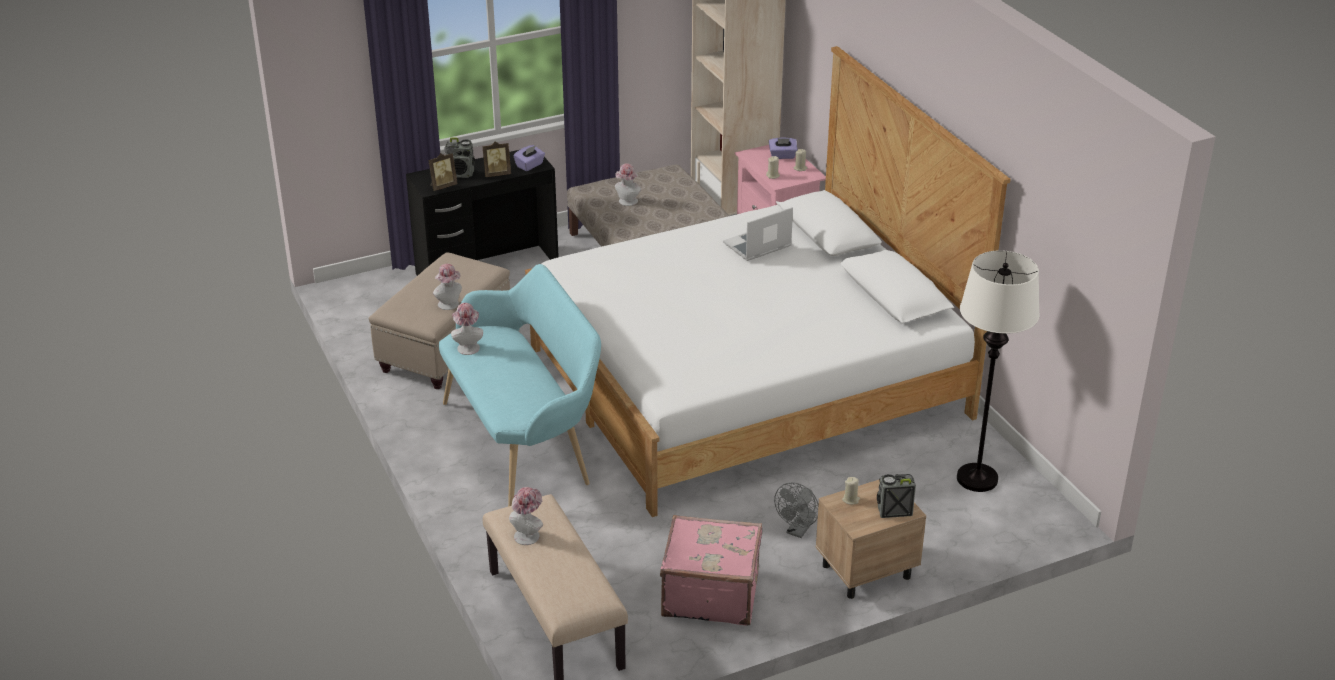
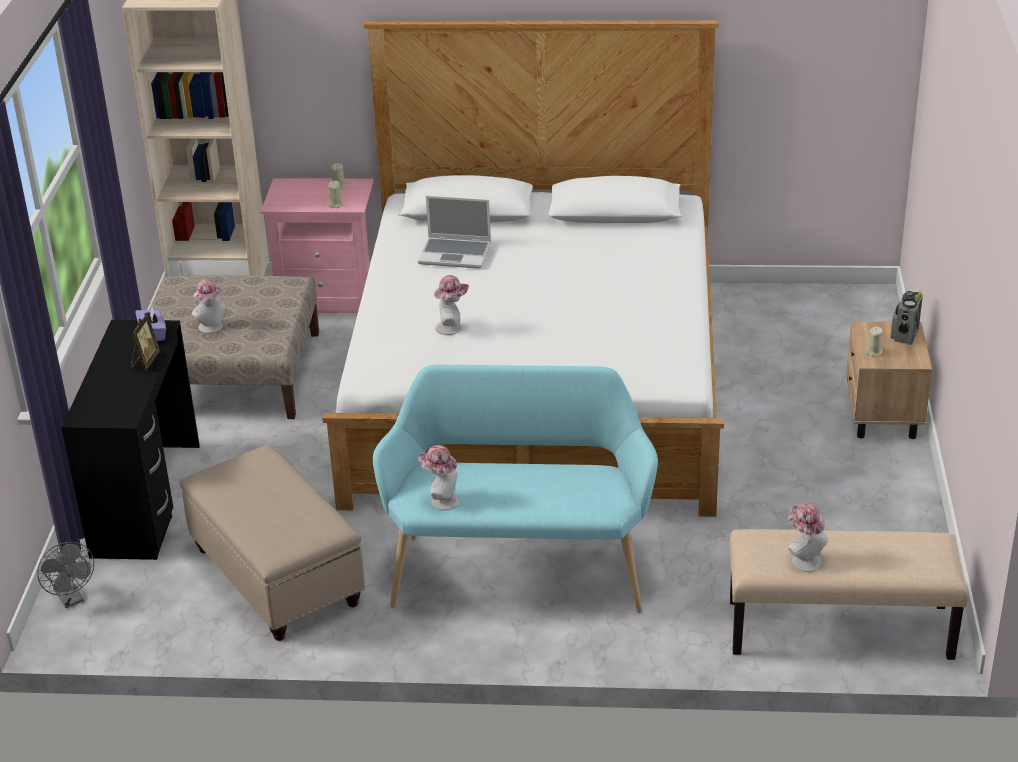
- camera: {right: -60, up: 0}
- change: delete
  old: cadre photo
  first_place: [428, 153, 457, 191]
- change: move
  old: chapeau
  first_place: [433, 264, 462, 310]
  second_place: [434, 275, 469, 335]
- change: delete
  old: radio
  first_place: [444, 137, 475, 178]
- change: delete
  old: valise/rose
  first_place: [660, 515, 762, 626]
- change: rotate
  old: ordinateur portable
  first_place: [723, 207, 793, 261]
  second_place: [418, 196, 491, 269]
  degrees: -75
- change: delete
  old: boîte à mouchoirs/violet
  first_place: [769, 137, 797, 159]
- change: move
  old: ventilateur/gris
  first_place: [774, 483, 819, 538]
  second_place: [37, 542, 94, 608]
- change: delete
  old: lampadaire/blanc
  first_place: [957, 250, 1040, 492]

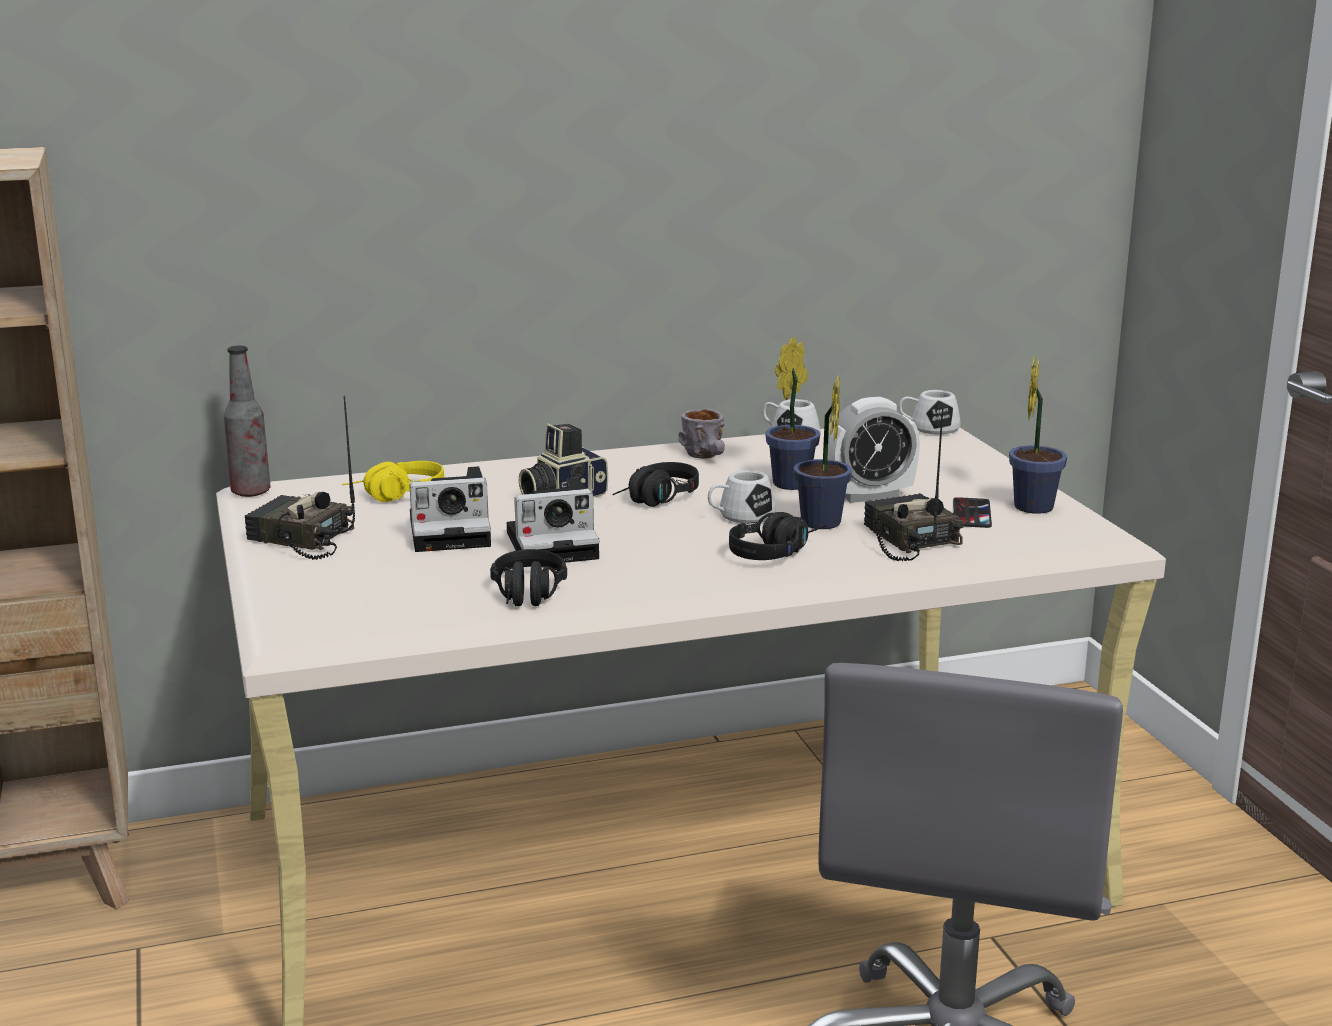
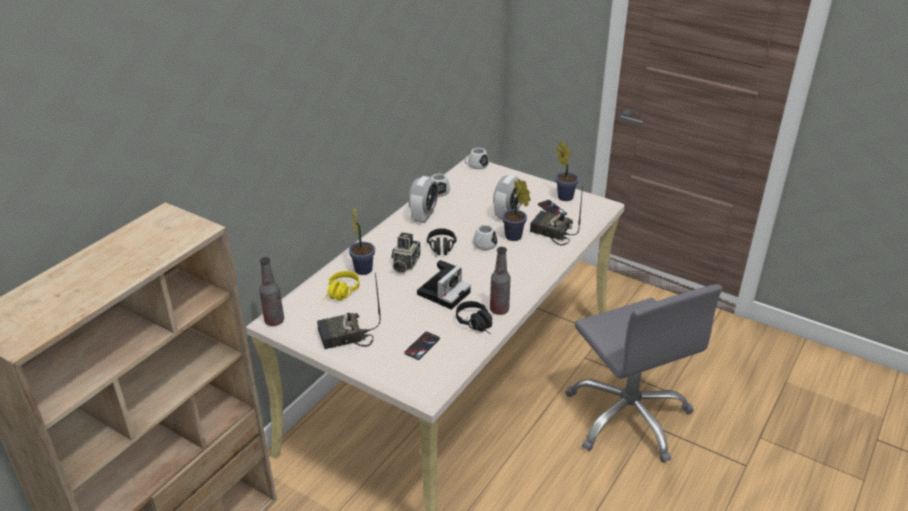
- camera: {right: -40, up: 15}
- change: delete
  old: appareil photo
  first_place: [409, 466, 491, 552]
- change: replace
  old: mug/gris
  new: réveil
  first_place: [679, 409, 725, 458]
  second_place: [409, 176, 438, 223]
- change: delete
  old: casque audio/noir
  first_place: [729, 512, 827, 560]
- change: move
  old: plante en pot
  first_place: [765, 336, 820, 490]
  second_place: [349, 207, 375, 275]
- change: insert
  new: téléphone
  second_place: [404, 332, 440, 360]
- change: insert
  new: bouteille
  second_place: [490, 247, 511, 315]

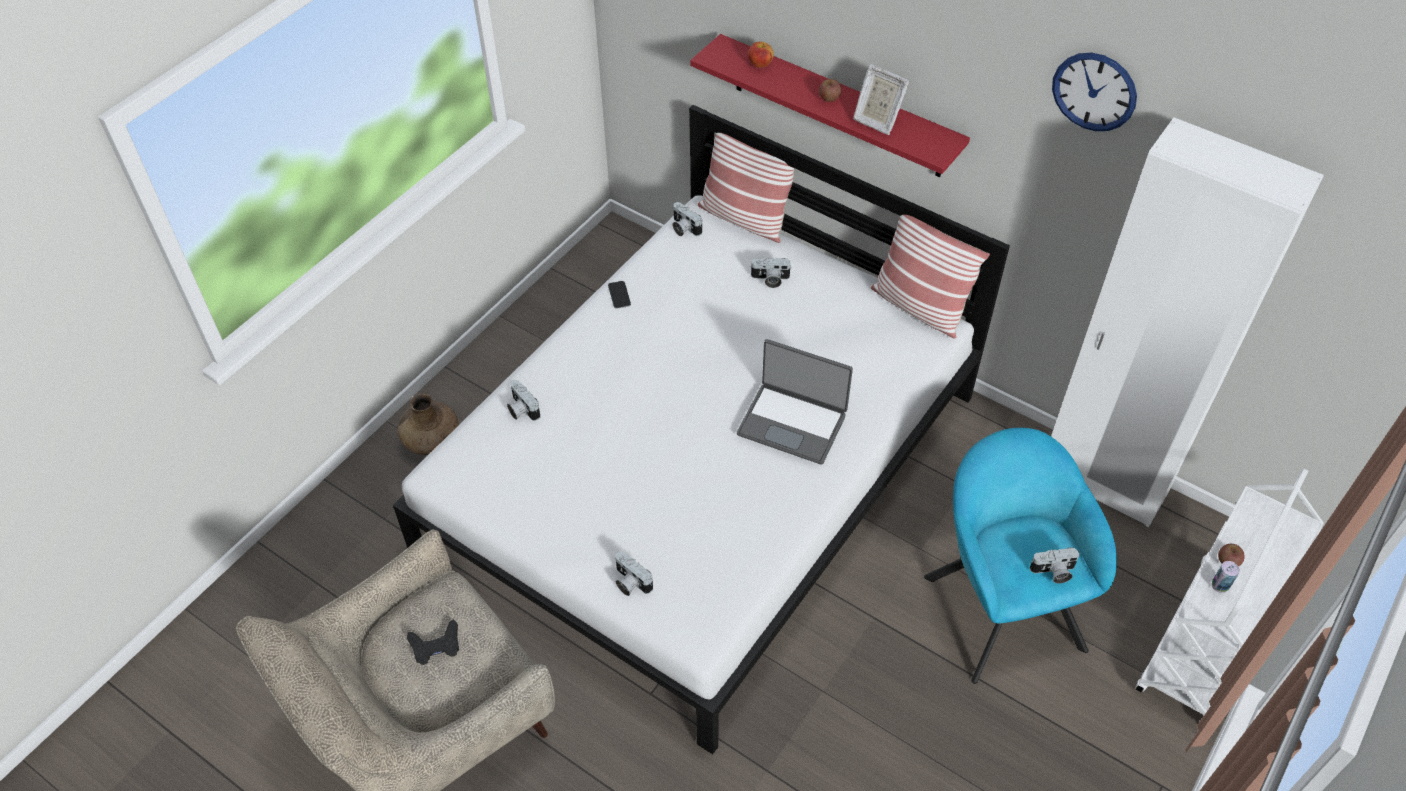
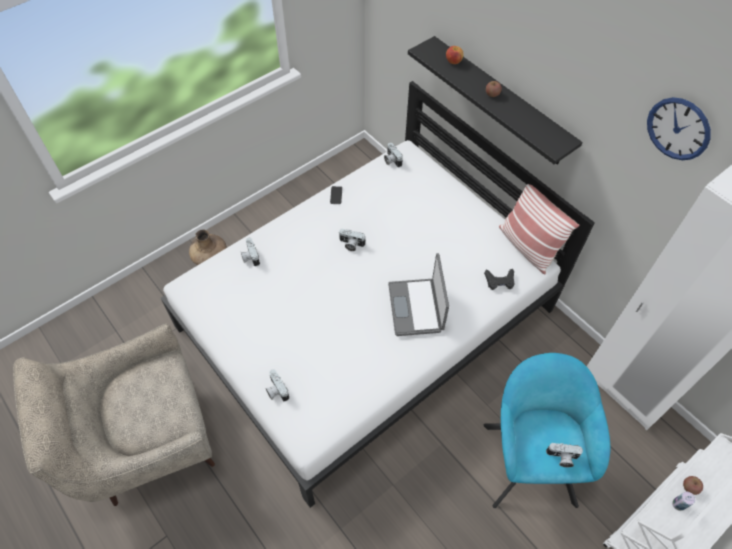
- camera: {right: 15, up: 5}
- change: move
  old: manette/noir
  first_place: [407, 619, 459, 665]
  second_place: [484, 269, 515, 290]
- change: recolor
  old: étagère/rouge
  new: étagère/noir
  first_place: [690, 34, 970, 177]
  second_place: [408, 36, 583, 165]
- change: delete
  old: coussin
  first_place: [698, 133, 795, 243]
- change: rotate
  old: ordinateur portable
  first_place: [737, 339, 853, 464]
  second_place: [388, 253, 449, 336]
  degrees: 45
- change: move
  old: appareil photo
  first_place: [750, 258, 792, 288]
  second_place: [339, 229, 365, 251]
- change: delete
  old: cadre photo
  first_place: [853, 64, 910, 135]

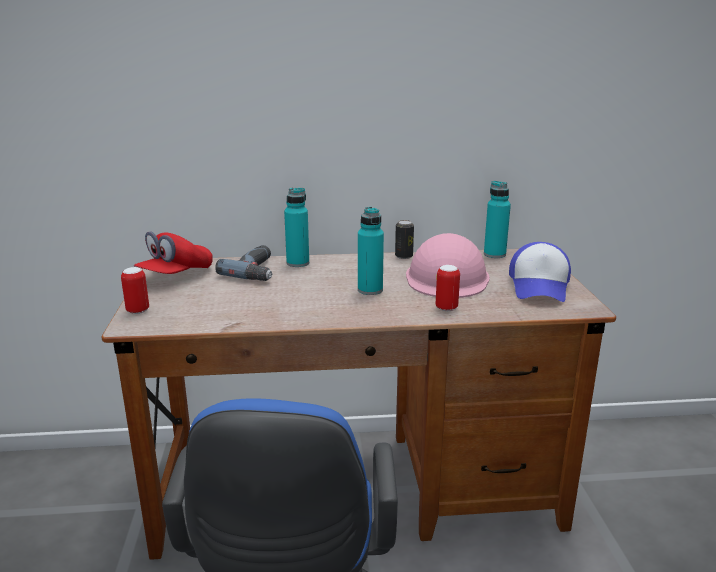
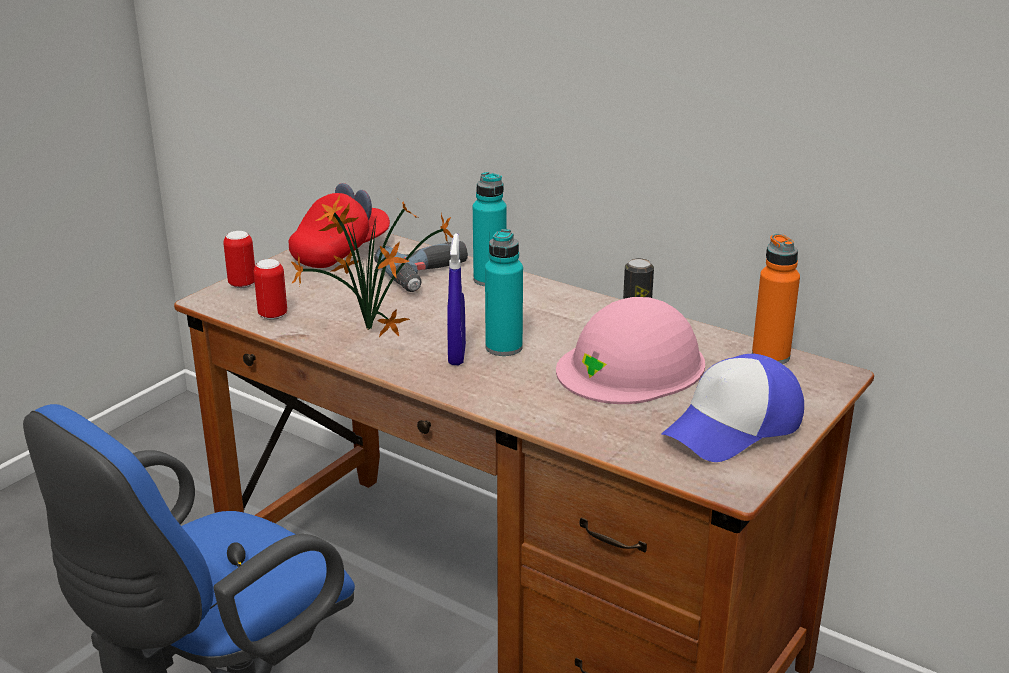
- camera: {right: 40, up: 5}
- change: rotate
  old: casquette/rouge
  first_place: [134, 231, 213, 274]
  second_place: [289, 183, 390, 268]
  degrees: 150
- change: move
  old: boîte métallique
  first_place: [436, 265, 460, 311]
  second_place: [254, 259, 287, 320]
- change: recolor
  old: bouteille/turquoise
  new: bouteille/orange
  first_place: [484, 181, 511, 258]
  second_place: [752, 234, 800, 364]
- change: insert
  new: plante en pot
  second_place: [291, 194, 453, 337]
- change: insert
  new: vaporisateur/bleu
  second_place: [447, 234, 466, 365]

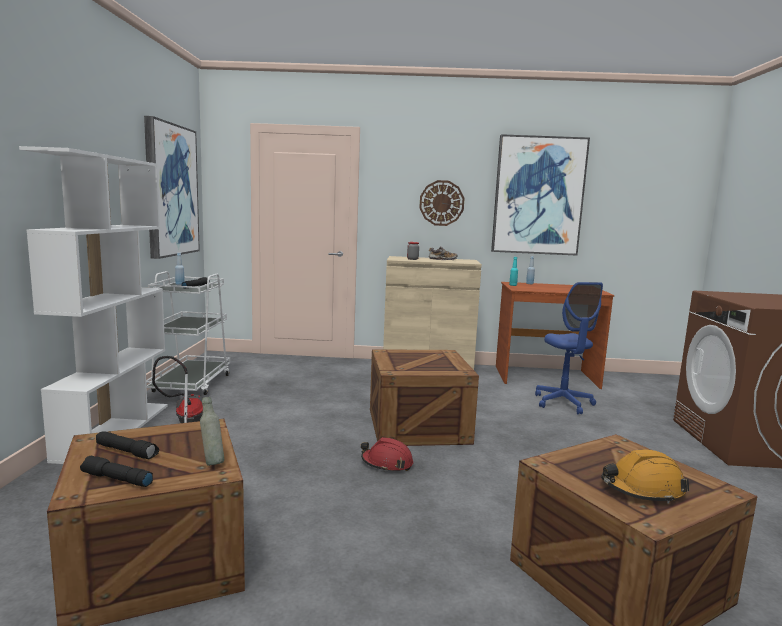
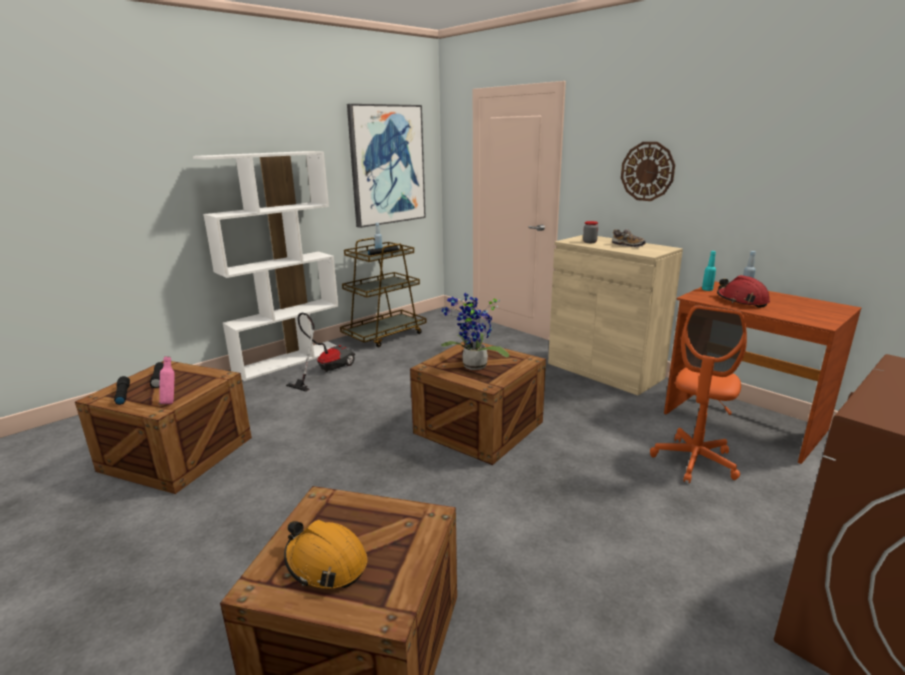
- camera: {right: 45, up: 10}
- change: recolor
  old: chariot/blanc
  new: chariot/marron
  first_place: [146, 271, 230, 395]
  second_place: [340, 238, 426, 347]
- change: recolor
  old: bouteille/gris
  new: bouteille/rose
  first_place: [200, 397, 224, 466]
  second_place: [159, 356, 174, 404]
- change: move
  old: casque de chantier/rouge
  first_place: [361, 437, 413, 472]
  second_place: [717, 275, 770, 308]
- change: delete
  old: tableau
  first_place: [491, 134, 590, 256]
- change: recolor
  old: chaise de bureau/bleu
  new: chaise de bureau/orange
  first_place: [535, 282, 603, 414]
  second_place: [650, 305, 747, 483]
- change: insert
  new: plante en pot
  second_place: [441, 292, 509, 370]

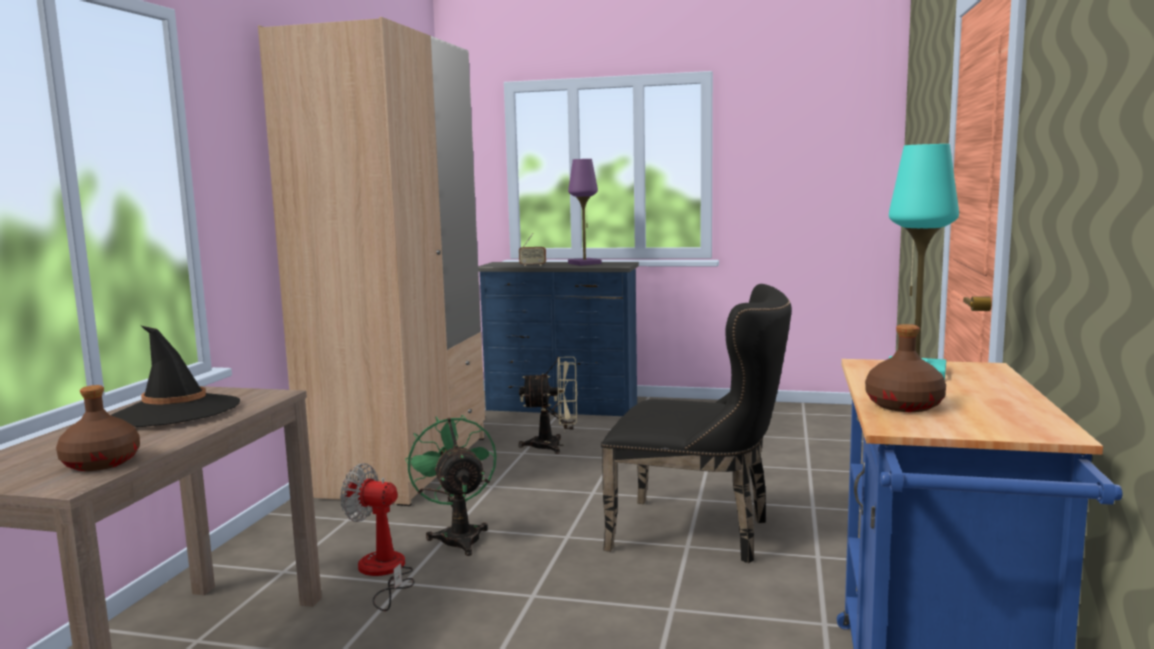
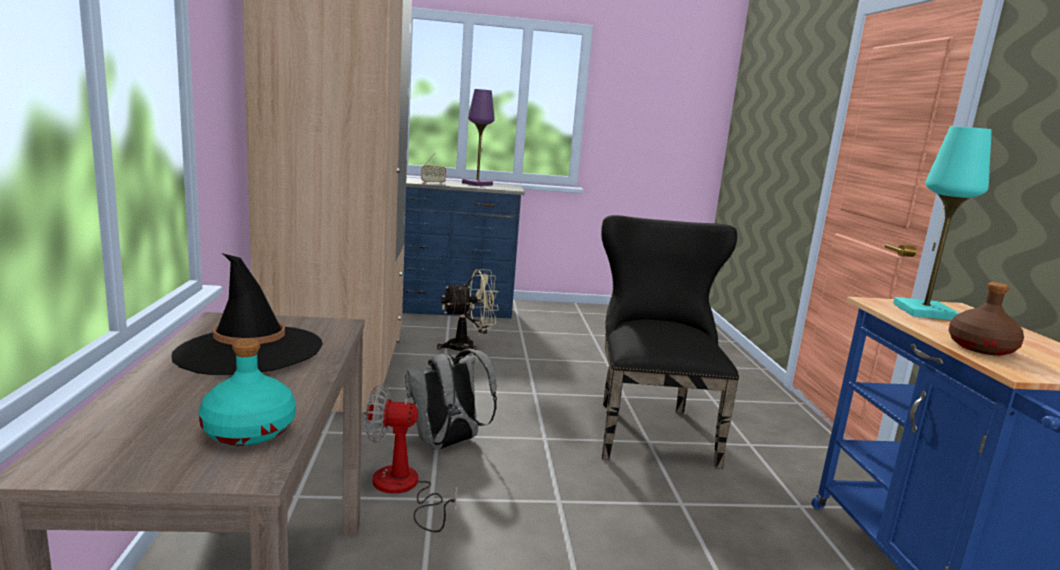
- camera: {right: -20, up: 5}
- change: recolor
  old: bouteille/marron
  new: bouteille/turquoise
  first_place: [56, 385, 140, 471]
  second_place: [198, 338, 296, 446]
- change: replace
  old: ventilateur/vert
  new: sac à dos/gris
  first_place: [405, 415, 496, 556]
  second_place: [405, 349, 497, 450]
- change: rotate
  old: chaise/noir
  first_place: [601, 284, 792, 563]
  second_place: [601, 215, 739, 469]
  degrees: -90

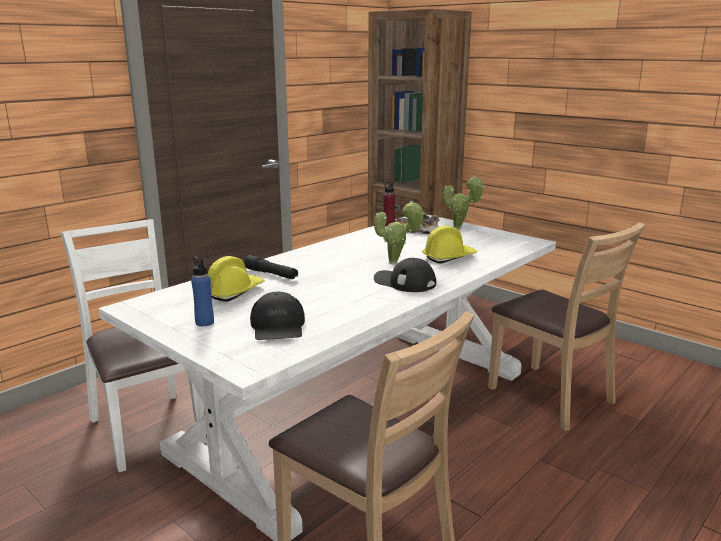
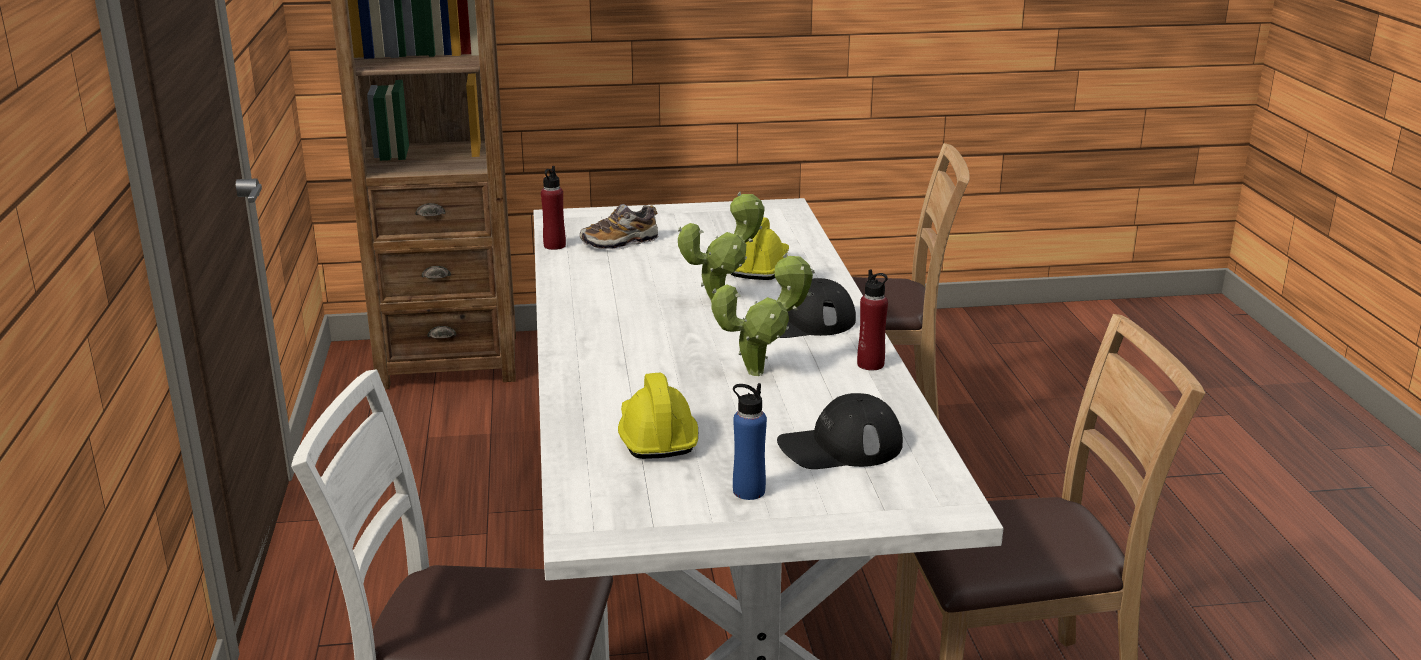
- camera: {right: -50, up: 5}
- change: delete
  old: lampe de poche/noir
  first_place: [244, 255, 298, 279]
- change: rotate
  old: casquette/noir
  first_place: [250, 292, 305, 340]
  second_place: [777, 393, 903, 469]
  degrees: 135
- change: move
  old: plante en pot
  first_place: [443, 176, 485, 229]
  second_place: [711, 253, 815, 376]
- change: insert
  new: bouteille/rouge
  second_place: [857, 269, 888, 370]

